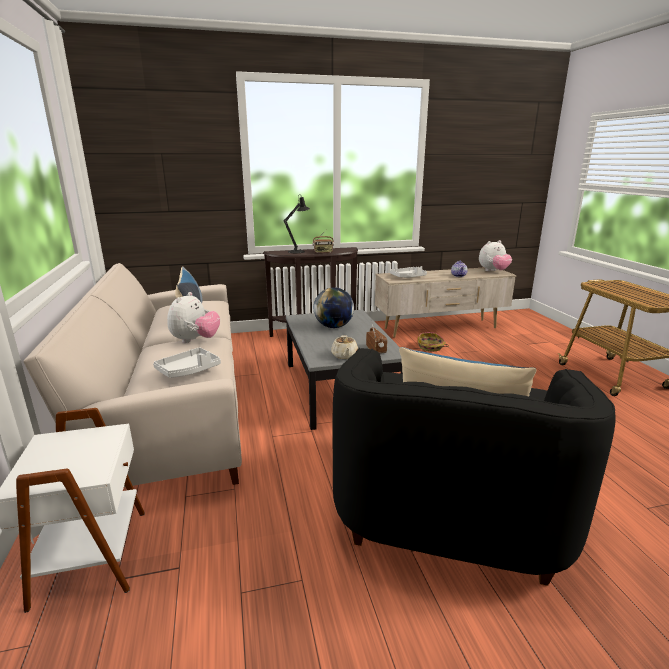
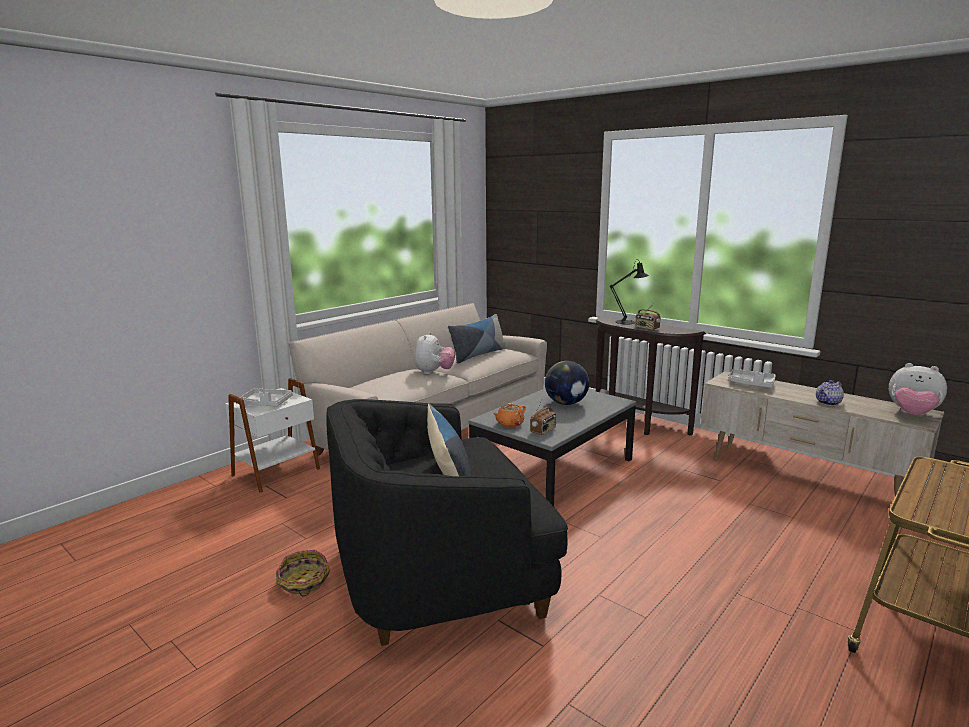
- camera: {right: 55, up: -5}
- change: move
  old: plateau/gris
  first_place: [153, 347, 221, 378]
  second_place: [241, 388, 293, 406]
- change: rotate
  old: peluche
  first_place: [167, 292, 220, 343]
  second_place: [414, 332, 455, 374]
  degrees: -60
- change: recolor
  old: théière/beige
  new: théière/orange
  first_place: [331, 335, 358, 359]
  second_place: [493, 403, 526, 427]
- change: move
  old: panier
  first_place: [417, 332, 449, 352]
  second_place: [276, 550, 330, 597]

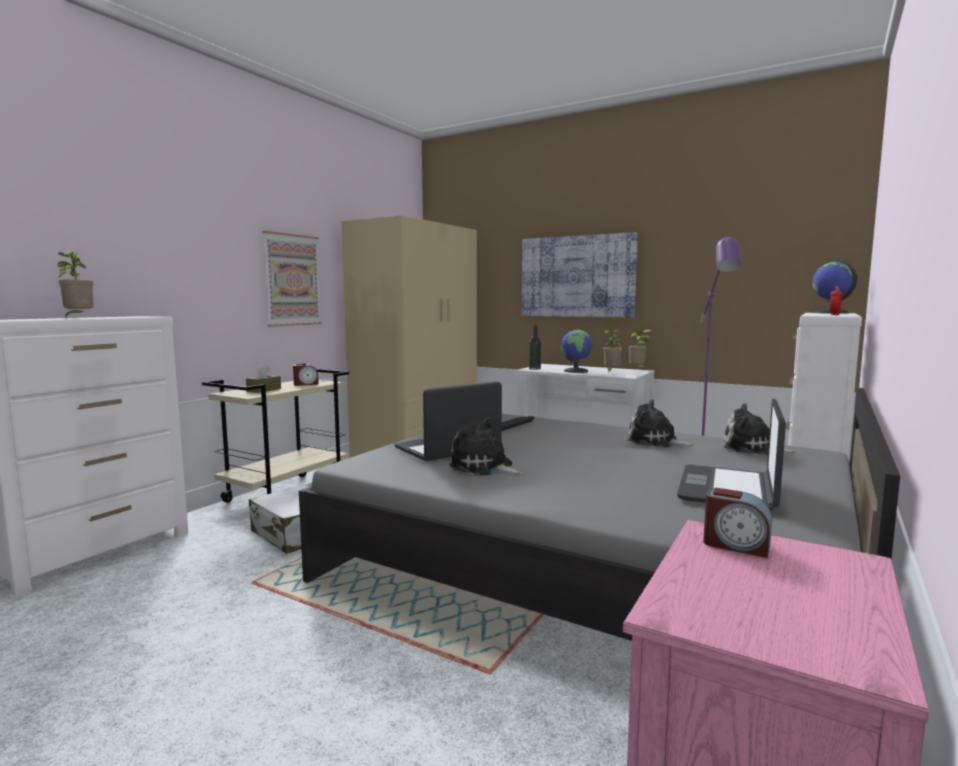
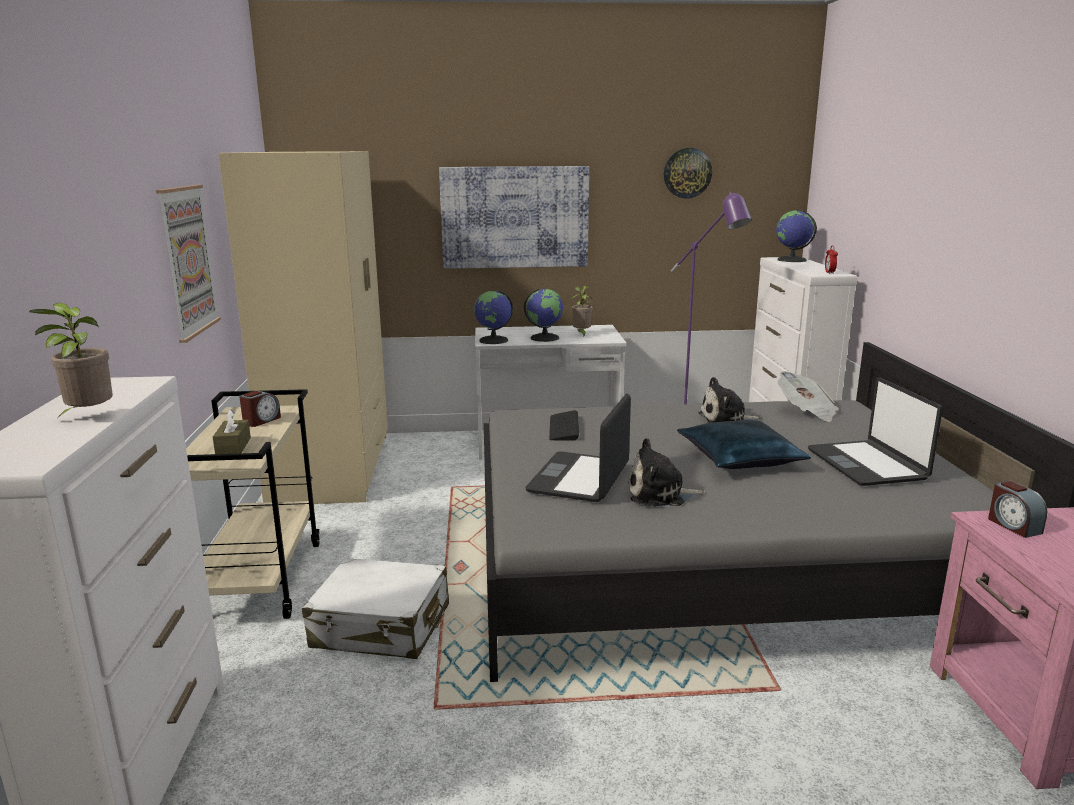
- camera: {right: -35, up: 10}
- change: replace
  old: bouteille
  new: globe
  first_place: [529, 325, 541, 370]
  second_place: [474, 290, 513, 344]
- change: delete
  old: plante en pot
  first_place: [629, 329, 651, 367]
- change: rotate
  old: réveil
  first_place: [703, 488, 772, 558]
  second_place: [988, 481, 1047, 538]
  degrees: 75
- change: replace
  old: peluche
  new: journal
  first_place: [724, 404, 796, 455]
  second_place: [777, 371, 839, 422]
- change: insert
  new: horloge murale
  second_place: [664, 148, 712, 198]
- change: insert
  new: coussin/bleu
  second_place: [677, 420, 811, 469]

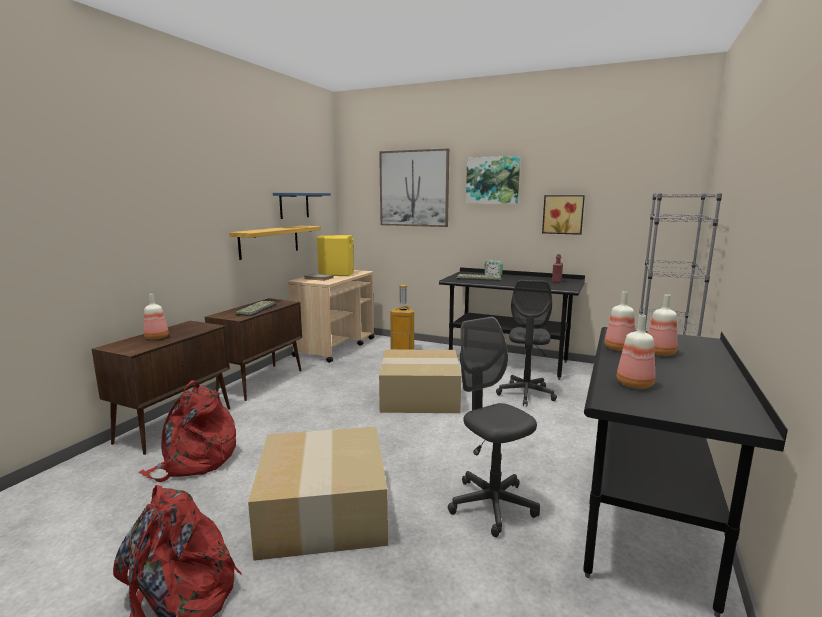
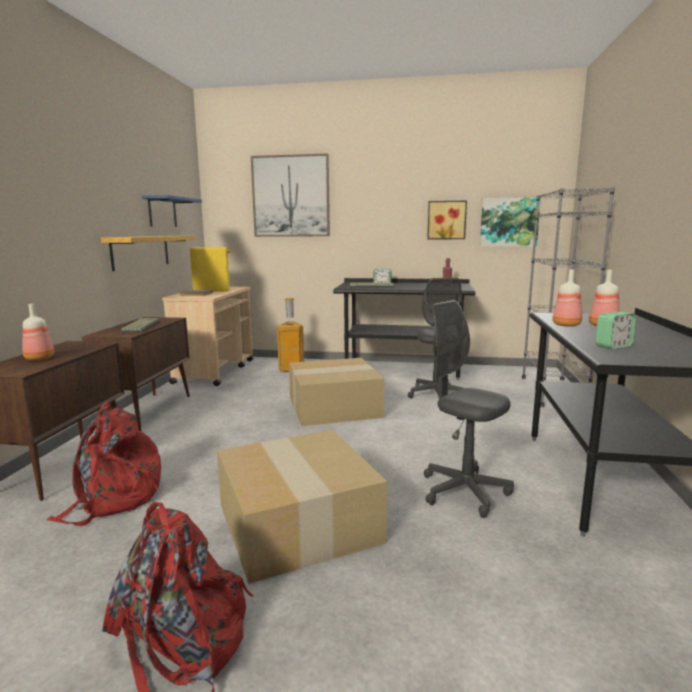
- camera: {right: -15, up: 0}
- change: move
  old: tableau
  first_place: [466, 156, 520, 204]
  second_place: [480, 197, 541, 247]
- change: replace
  old: bouteille
  new: réveil
  first_place: [617, 315, 655, 389]
  second_place: [596, 312, 636, 349]

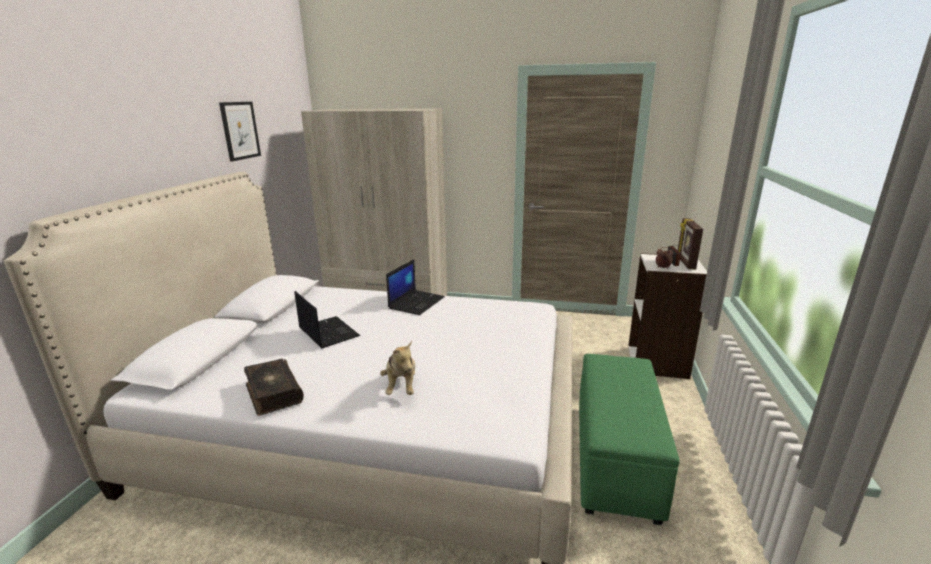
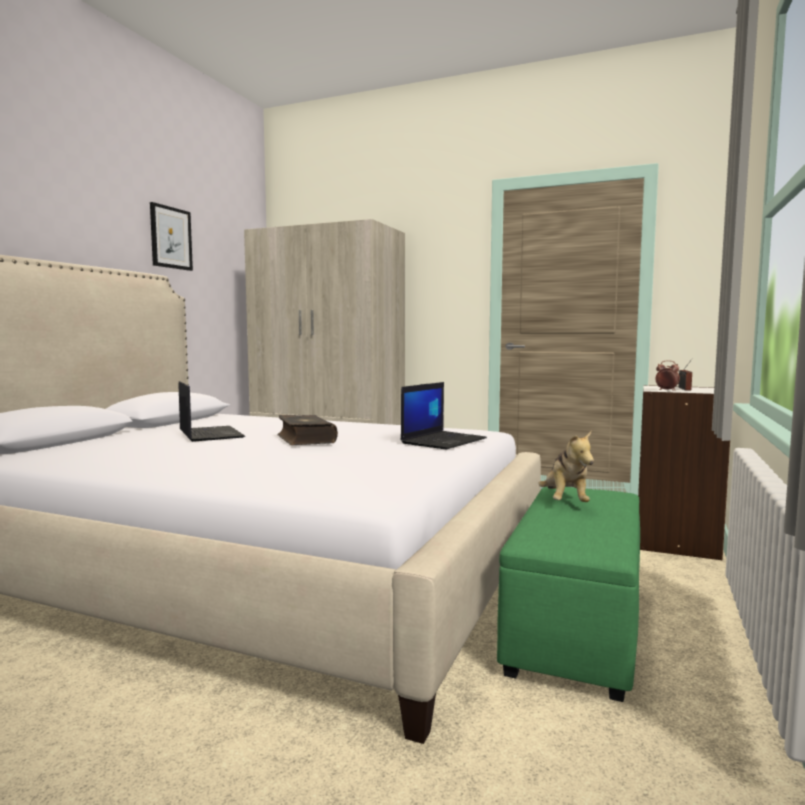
- camera: {right: 10, up: -15}
- change: move
  old: livre
  first_place: [244, 359, 304, 416]
  second_place: [278, 415, 338, 445]
- change: move
  old: peluche
  first_place: [380, 341, 415, 395]
  second_place: [538, 431, 594, 502]
- change: move
  old: ordinateur portable
  first_place: [386, 259, 445, 315]
  second_place: [401, 382, 487, 450]
- change: delete
  old: cadre photo
  first_place: [678, 218, 703, 269]

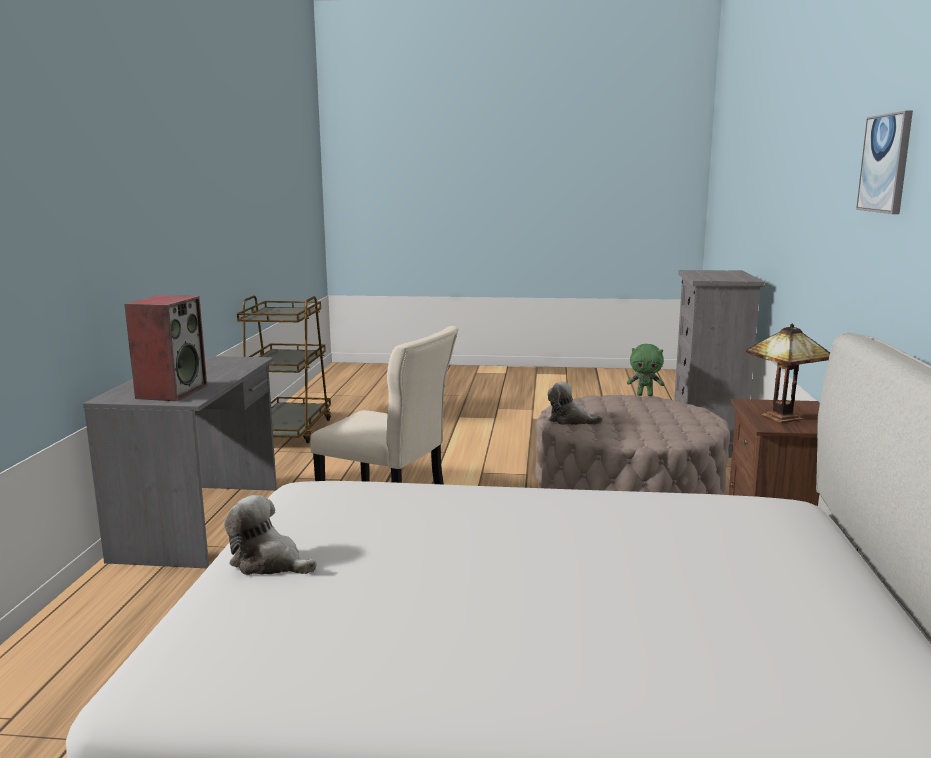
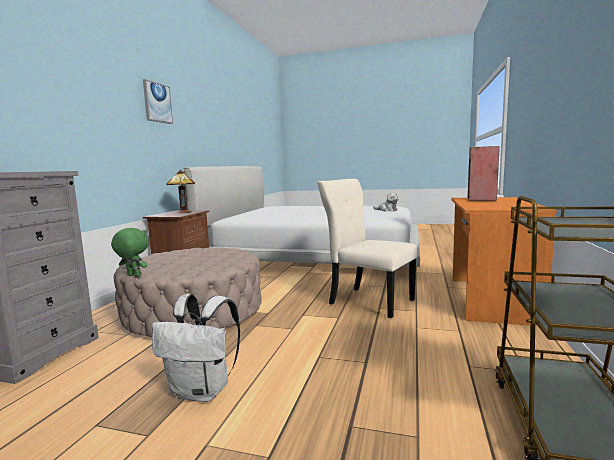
- camera: {right: -170, up: -5}
- change: recolor
  old: bureau/gris
  new: bureau/orange
  first_place: [83, 356, 277, 568]
  second_place: [451, 197, 557, 326]
- change: delete
  old: peluche
  first_place: [548, 381, 603, 425]
- change: insert
  new: sac à dos/blanc
  second_place: [152, 294, 240, 402]

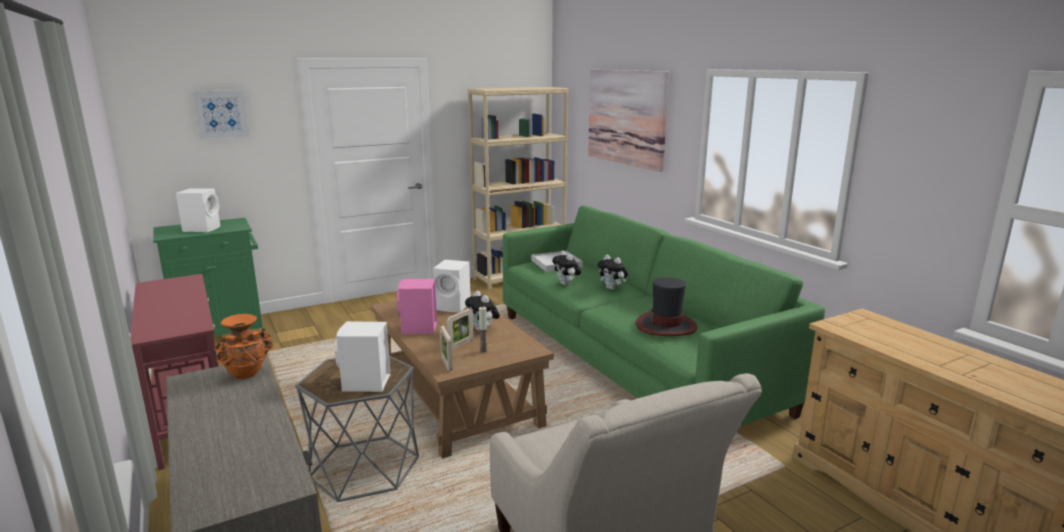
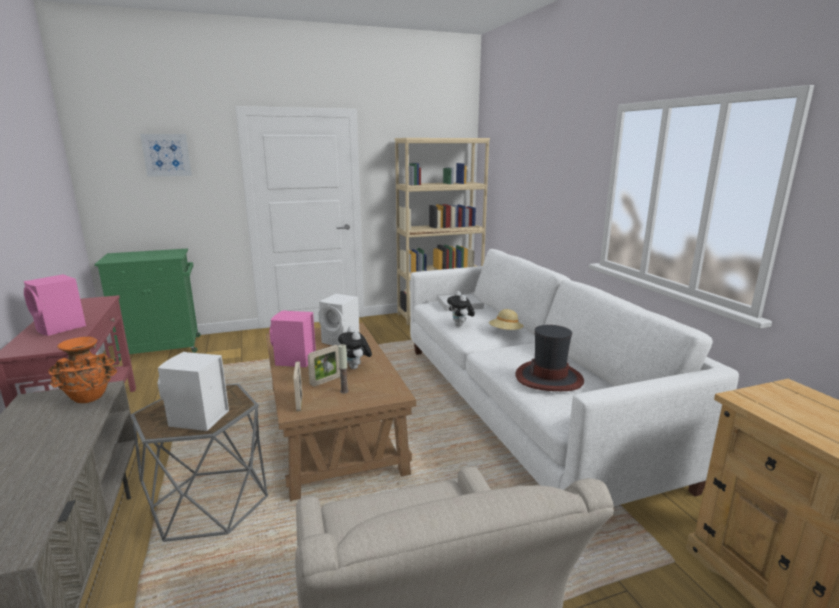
- camera: {right: 10, up: 0}
- change: delete
  old: enceinte/blanc
  first_place: [176, 188, 220, 232]
- change: recolor
  old: canapé/vert
  new: canapé/blanc
  first_place: [503, 206, 825, 426]
  second_place: [410, 249, 739, 506]
- change: delete
  old: tableau
  first_place: [588, 69, 669, 172]
- change: replace
  old: peluche
  new: chapeau/beige
  first_place: [597, 255, 628, 290]
  second_place: [489, 309, 524, 330]
- change: insert
  new: enceinte/rose
  second_place: [24, 274, 86, 336]

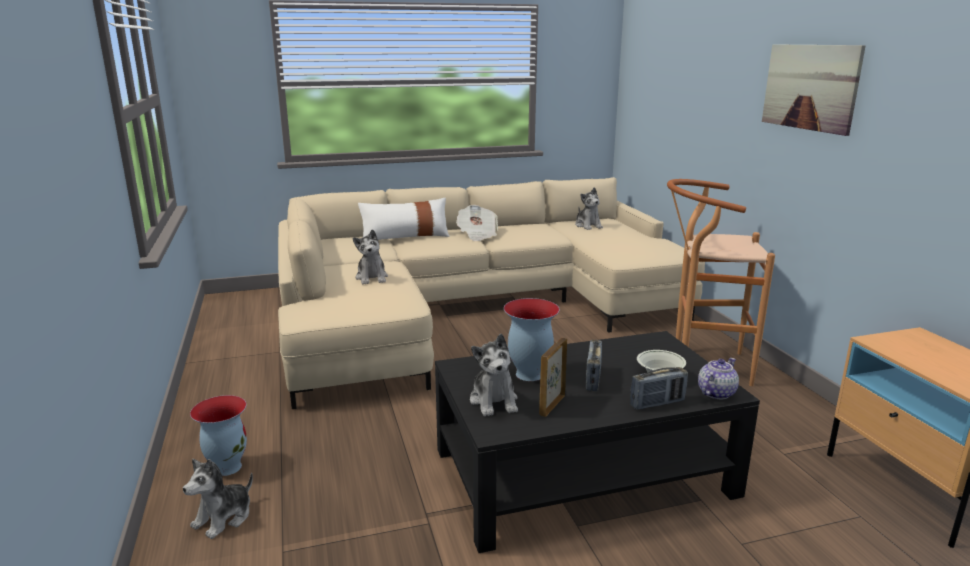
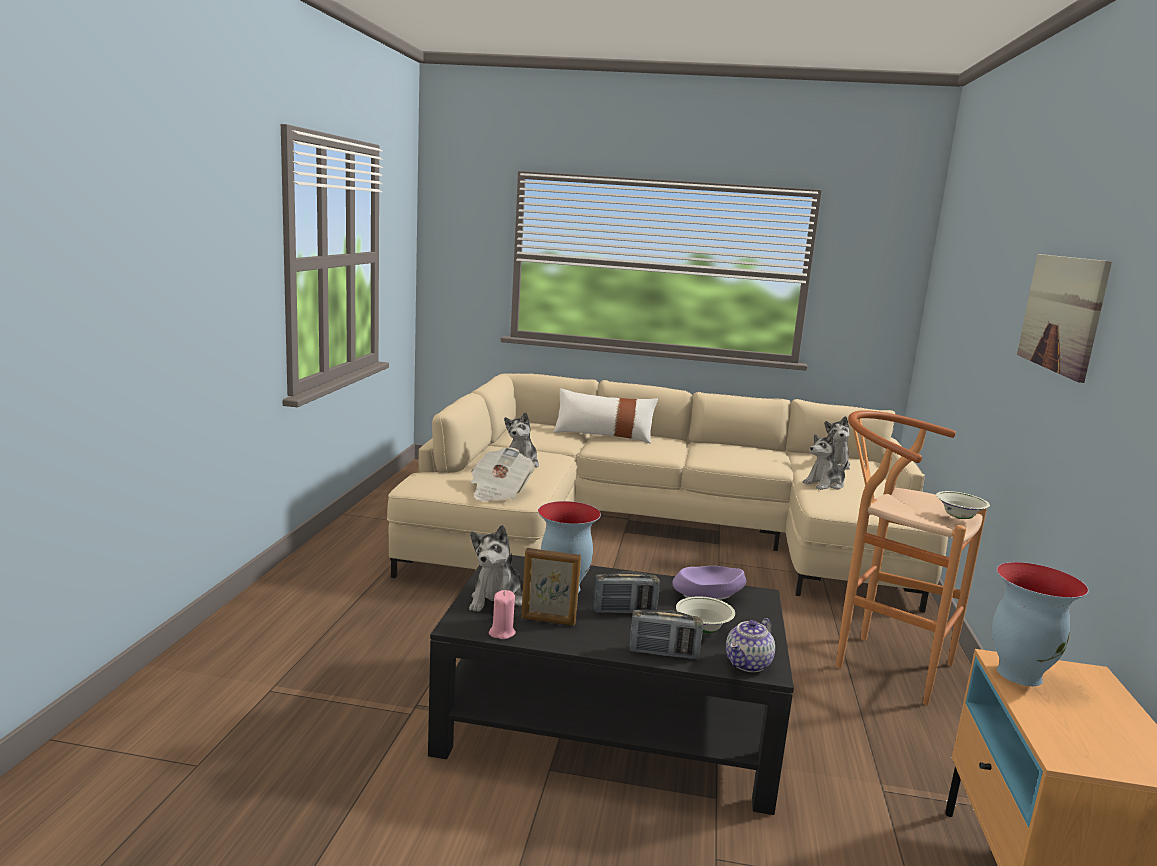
- camera: {right: 25, up: -5}
- change: move
  old: peluche
  first_place: [183, 459, 253, 539]
  second_place: [803, 432, 848, 490]
- change: move
  old: vase
  first_place: [190, 395, 247, 476]
  second_place: [992, 562, 1089, 686]
- change: move
  old: journal
  first_place: [456, 205, 498, 241]
  second_place: [471, 447, 534, 501]
- change: rotate
  old: cadre photo
  first_place: [539, 338, 567, 417]
  second_place: [521, 548, 581, 626]
  degrees: -135
- change: rotate
  old: radio
  first_place: [586, 340, 602, 391]
  second_place: [593, 572, 660, 613]
  degrees: -135
- change: rotate
  old: théière
  first_place: [698, 358, 739, 399]
  second_place: [726, 618, 775, 672]
  degrees: 150
- change: insert
  new: bougie/rose
  second_place: [489, 590, 516, 639]
- change: insert
  new: bol/violet
  second_place: [672, 566, 746, 600]
- change: insert
  new: bol/blanc
  second_place: [936, 491, 990, 519]

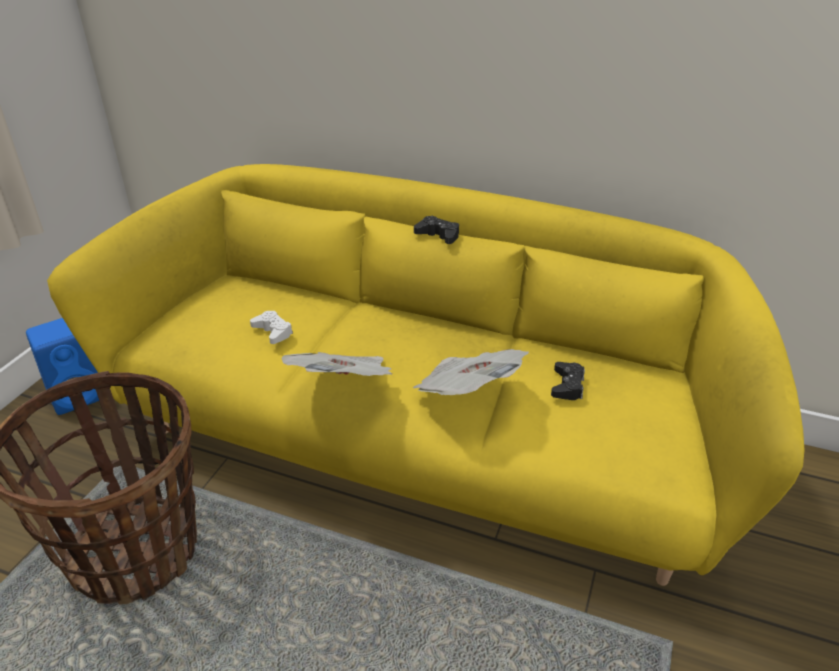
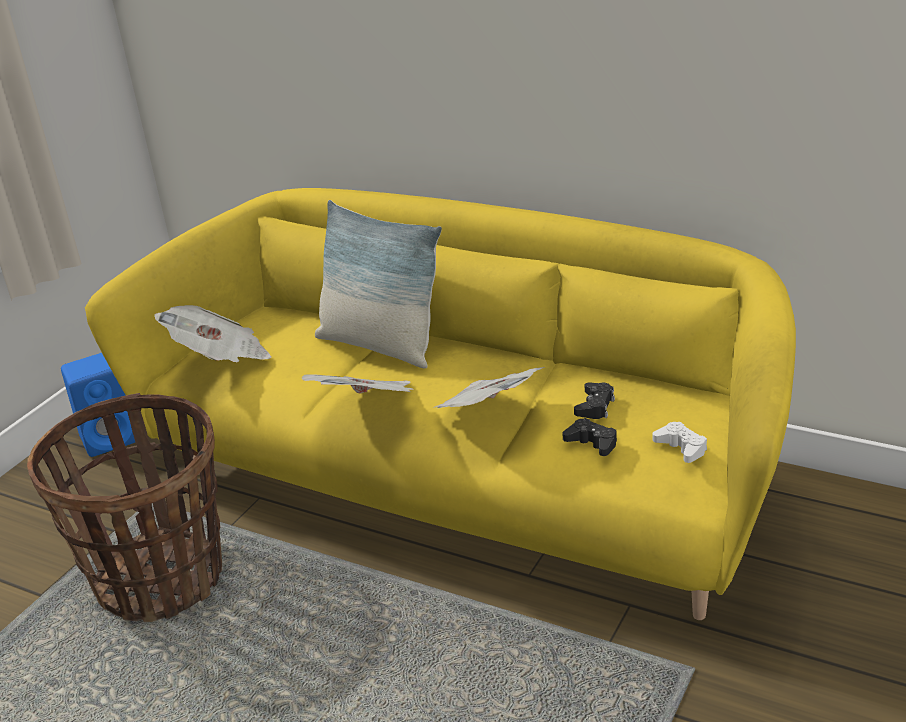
- camera: {right: 10, up: -5}
- change: move
  old: manette/blanc
  first_place: [250, 311, 293, 344]
  second_place: [652, 422, 707, 463]
- change: move
  old: manette/noir
  first_place: [414, 216, 459, 244]
  second_place: [562, 418, 617, 456]
- change: insert
  new: journal
  second_place: [155, 305, 272, 362]
- change: insert
  new: coussin
  second_place: [315, 200, 442, 369]

